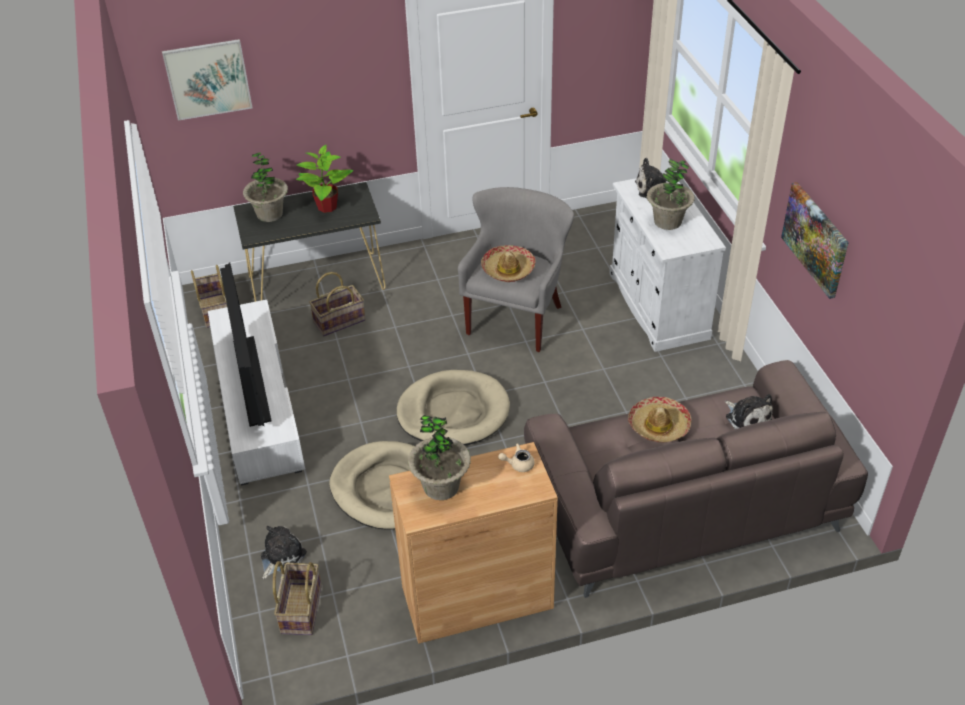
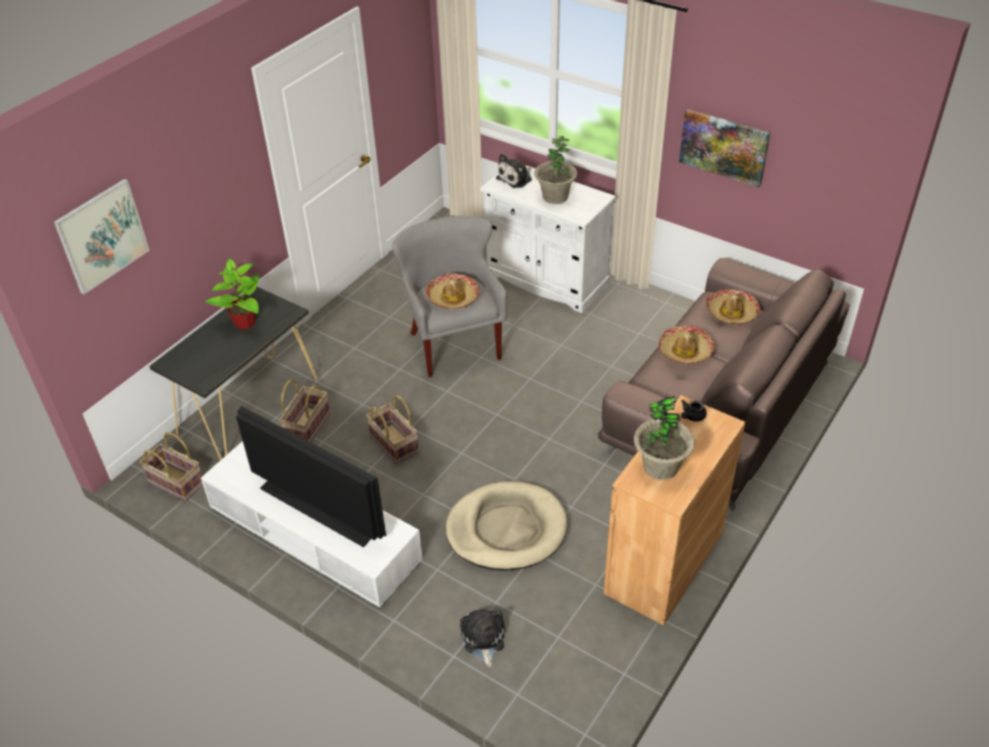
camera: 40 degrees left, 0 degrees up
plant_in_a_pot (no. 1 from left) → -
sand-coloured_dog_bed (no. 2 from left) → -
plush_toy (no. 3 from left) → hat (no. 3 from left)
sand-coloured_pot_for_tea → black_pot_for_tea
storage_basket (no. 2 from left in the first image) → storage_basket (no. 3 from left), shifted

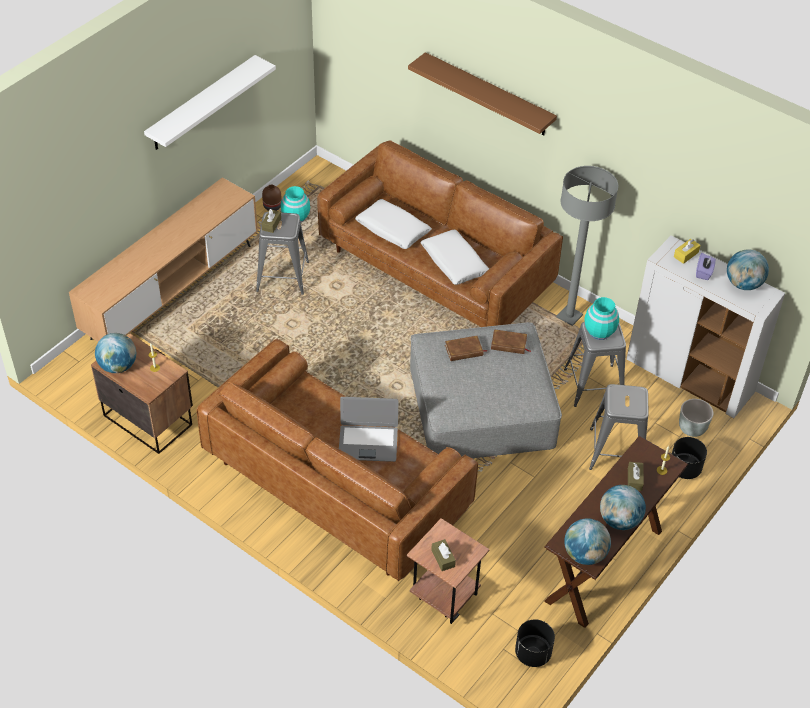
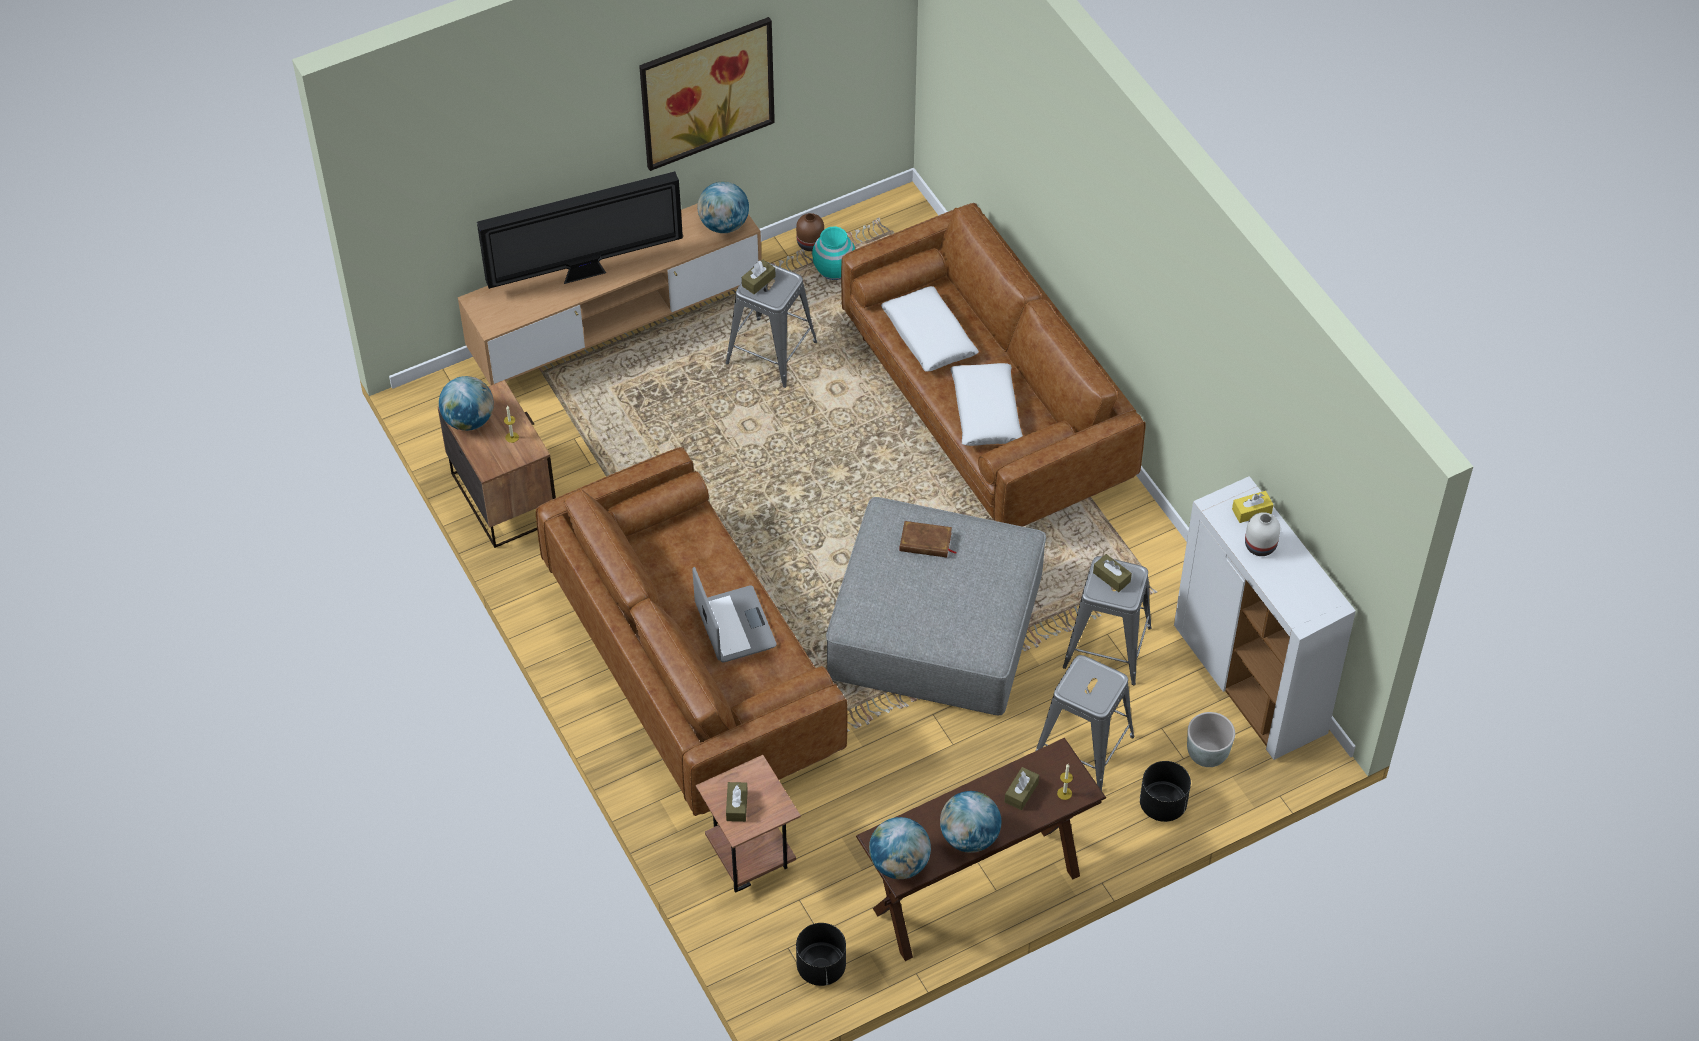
camera: 25 degrees right, 5 degrees up
brownish_wall_shelf → -
white_wall_shelf → wall_art
grey_standing_lamp → -
globe (no. 4 from left in the first image) → globe (no. 2 from left), shifted
purple-coloured_tissue_holder → white_vase
turquoise_vase (no. 2 from left) → brownish_tissue_holder (no. 4 from left)
brownish_bound_book (no. 2 from left) → -
notebook_computer, 135 degrees counterclockwise
- → TV_set

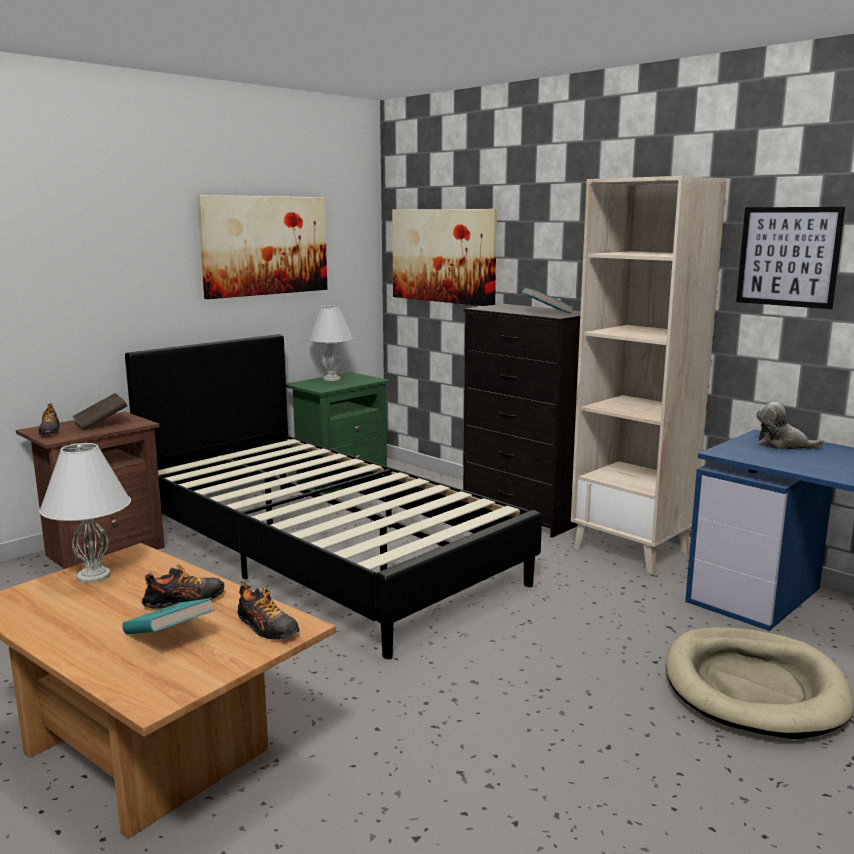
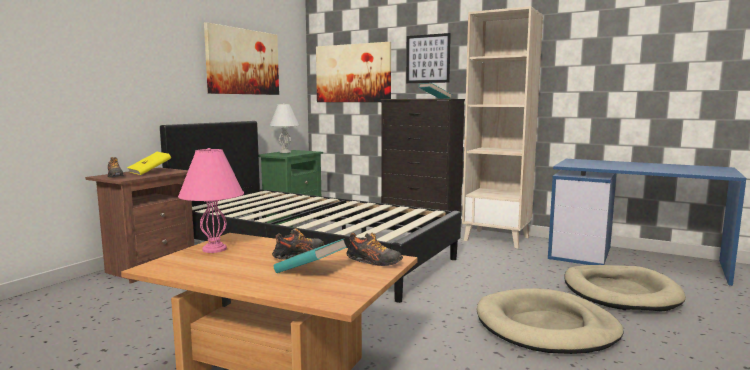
camera: 15 degrees left, 5 degrees down
wall_art (no. 3 from left), shifted
brownish_bound_book → yellow_bound_book
plush_toy → -
white_tabletop_lamp (no. 1 from left) → pink-coloured_tabletop_lamp
- → sand-coloured_dog_bed (no. 1 from left)

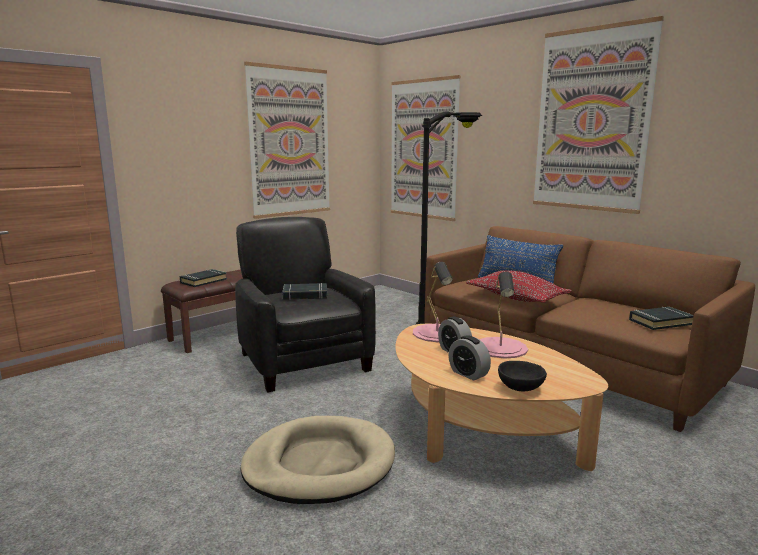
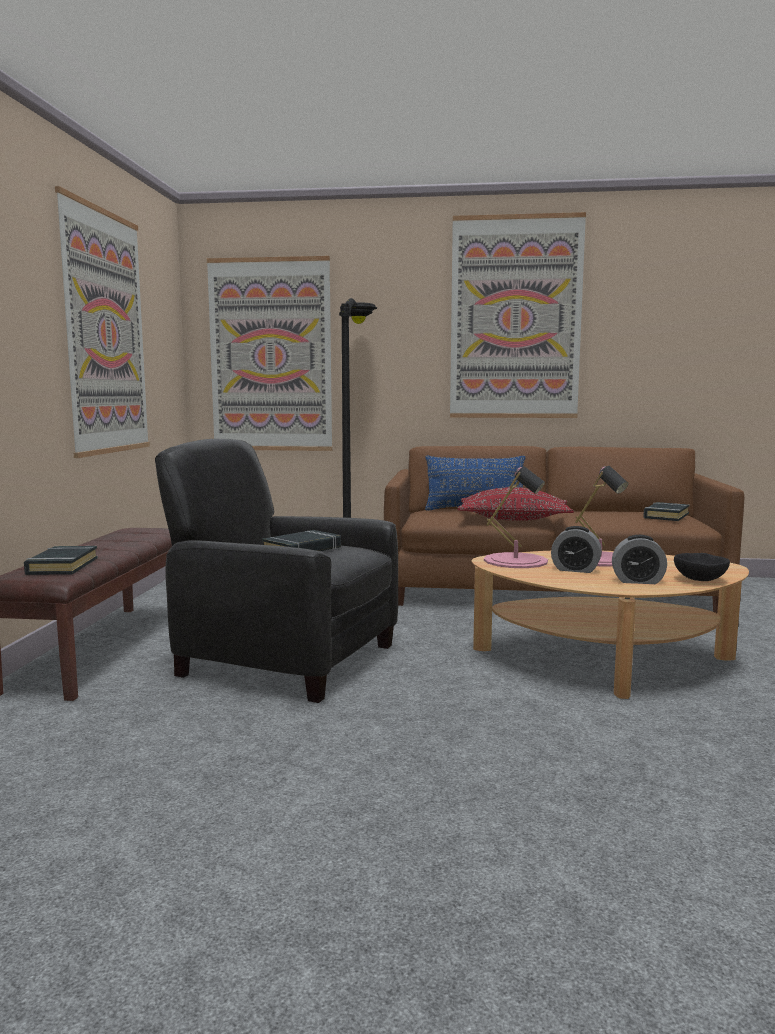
camera: 40 degrees left, 5 degrees down
sand-coloured_dog_bed → -

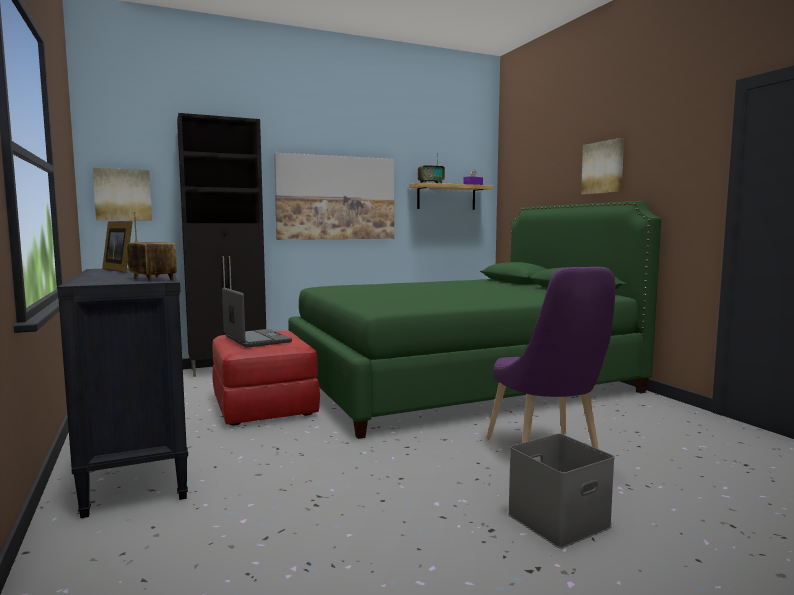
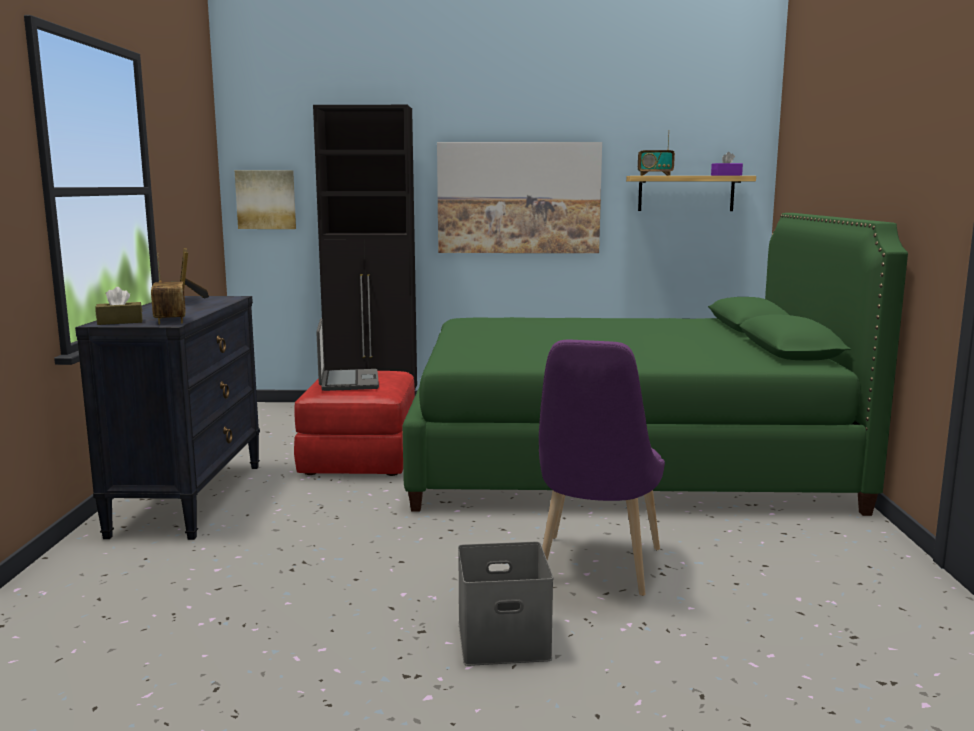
camera: 25 degrees right, 5 degrees up
wall_art (no. 3 from left) → -
- → brownish_tissue_holder

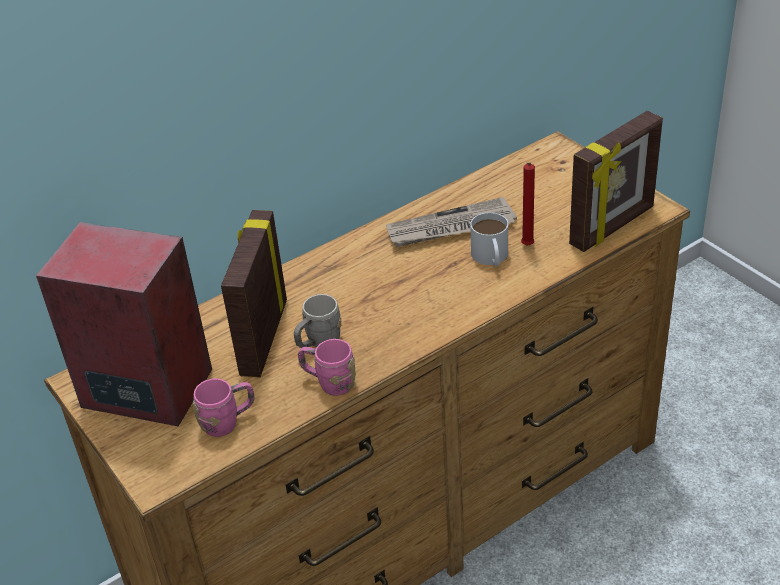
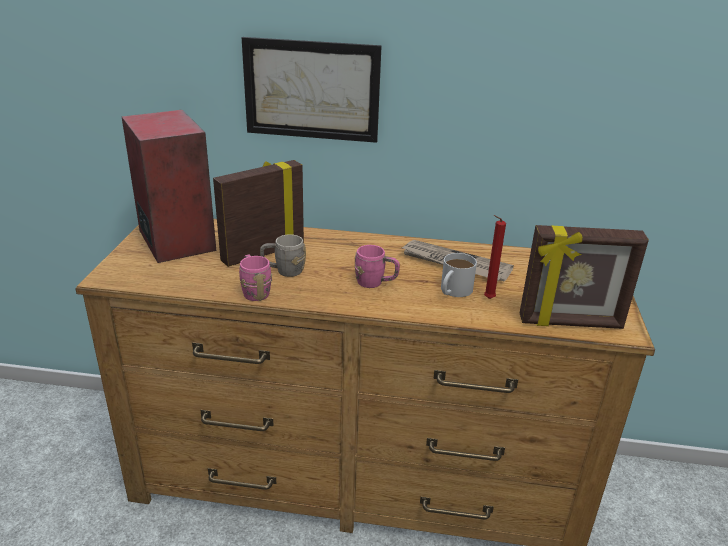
camera: 40 degrees right, 10 degrees down
pink-coloured_coffee_mug (no. 1 from left in the first image) → pink-coloured_coffee_mug (no. 2 from left), shifted
- → wall_art

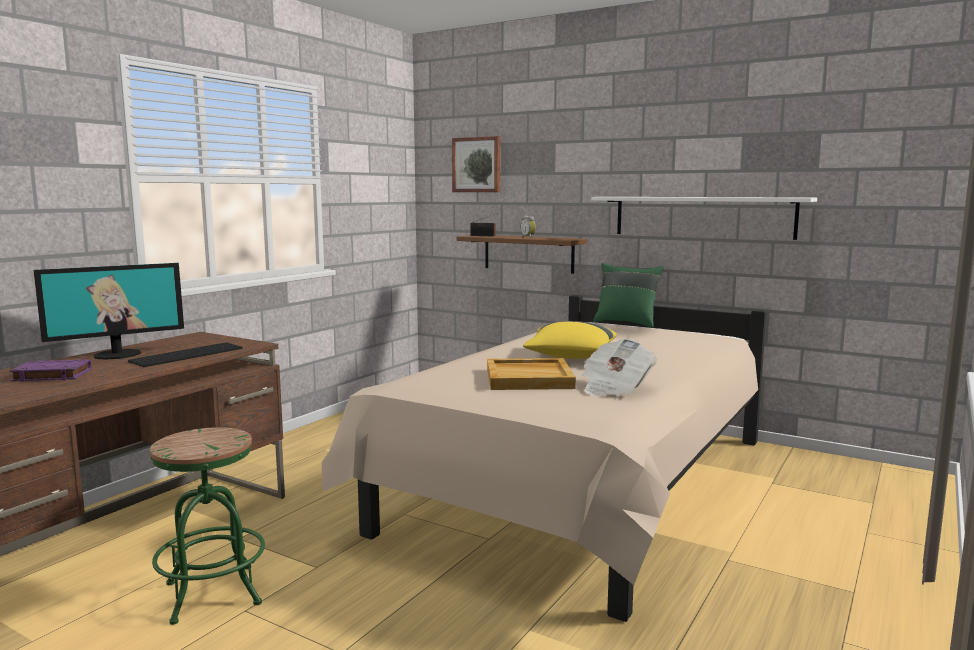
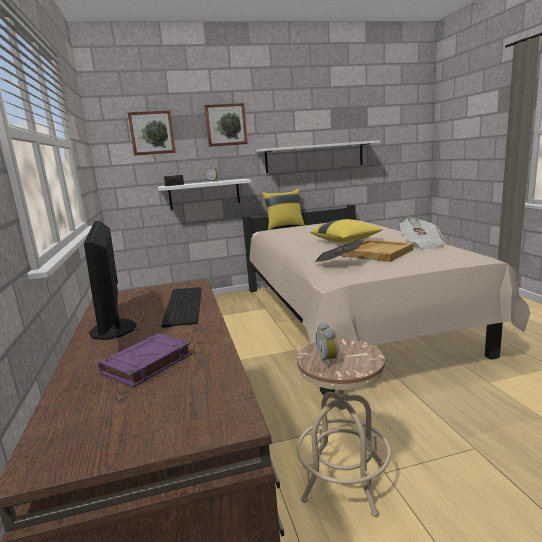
camera: 45 degrees left, 5 degrees up
brownish_wall_shelf → white_wall_shelf (no. 1 from left)
computer_display, 150 degrees clockwise
green-coloured_pillow → yellow_pillow (no. 1 from left)
green-coloured_stool → sand-coloured_stool
- → wall_art (no. 2 from left)
- → newspaper (no. 1 from left)
- → alarm_clock (no. 2 from left)

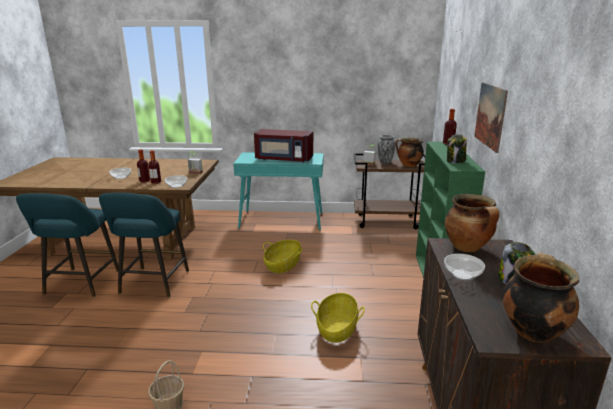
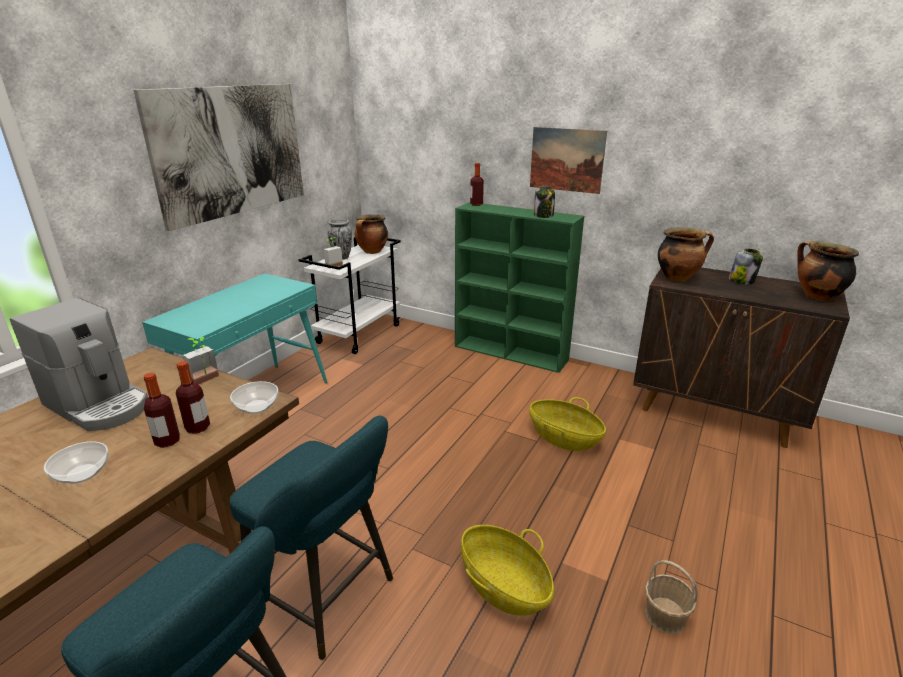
camera: 65 degrees left, 5 degrees up
red_kitchen_microwave → -
brownish_cart → white_cart
storage_basket (no. 2 from left in the first image) → storage_basket (no. 1 from left), shifted
deep_dish (no. 3 from left) → -
- → wall_art (no. 1 from left)
- → coffee_brewer

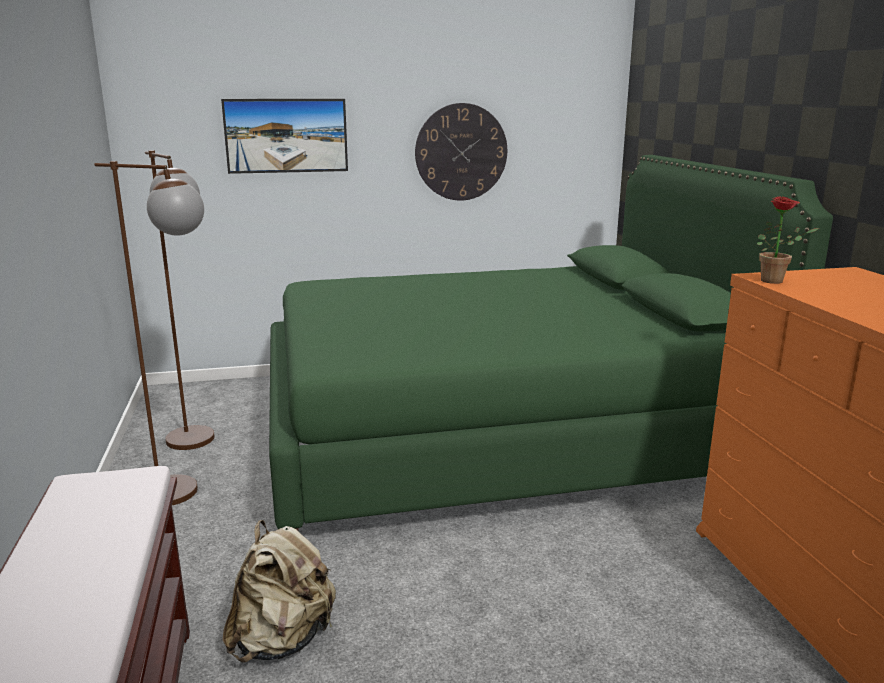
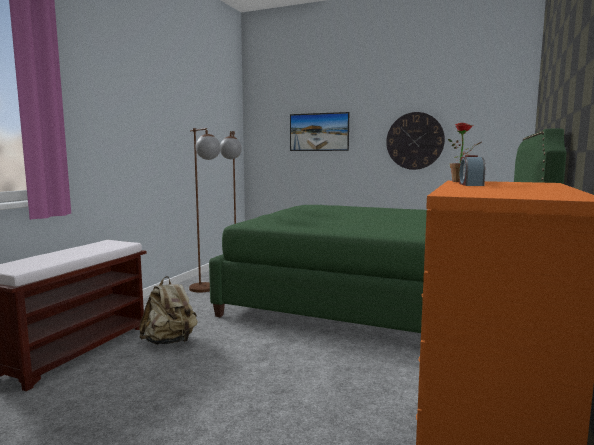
camera: 35 degrees right, 10 degrees down
- → alarm_clock

